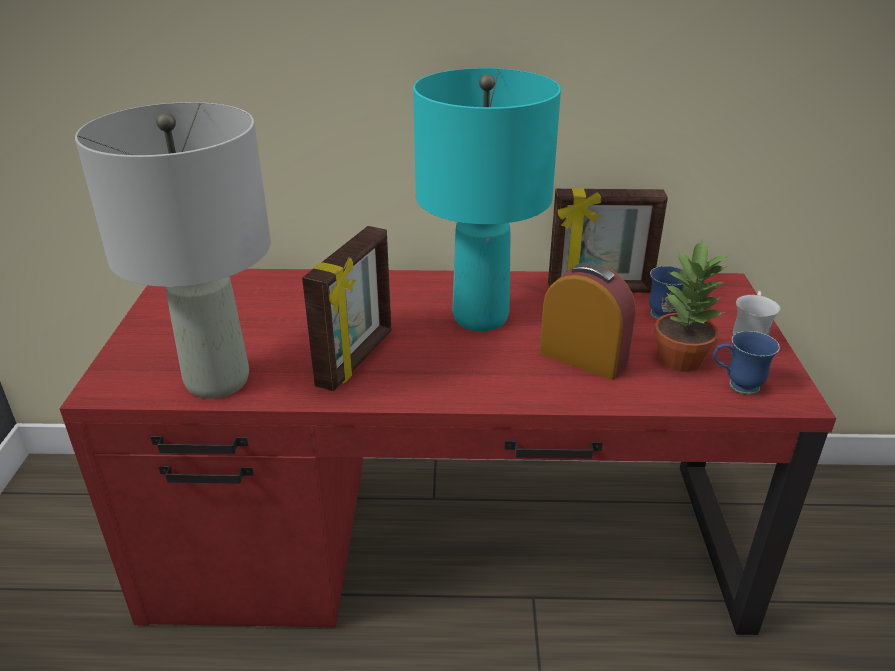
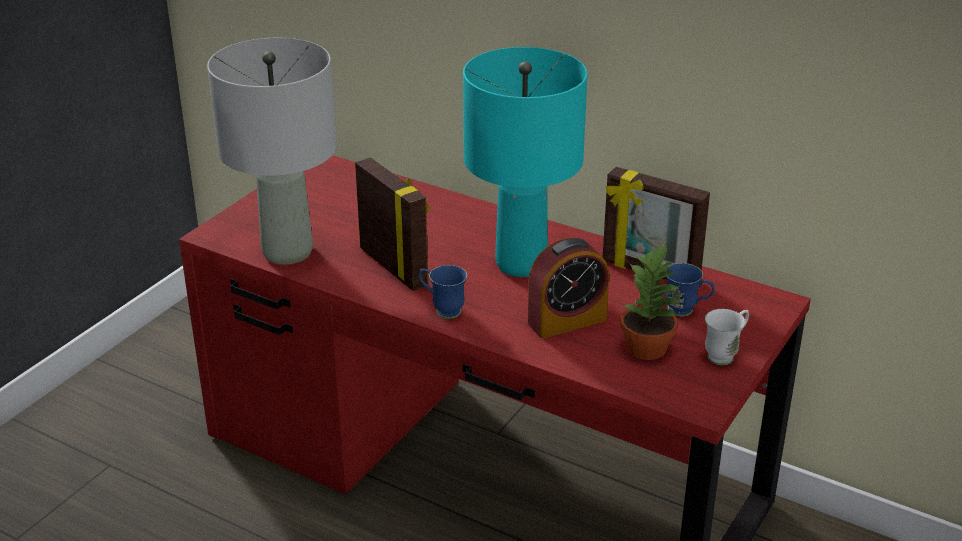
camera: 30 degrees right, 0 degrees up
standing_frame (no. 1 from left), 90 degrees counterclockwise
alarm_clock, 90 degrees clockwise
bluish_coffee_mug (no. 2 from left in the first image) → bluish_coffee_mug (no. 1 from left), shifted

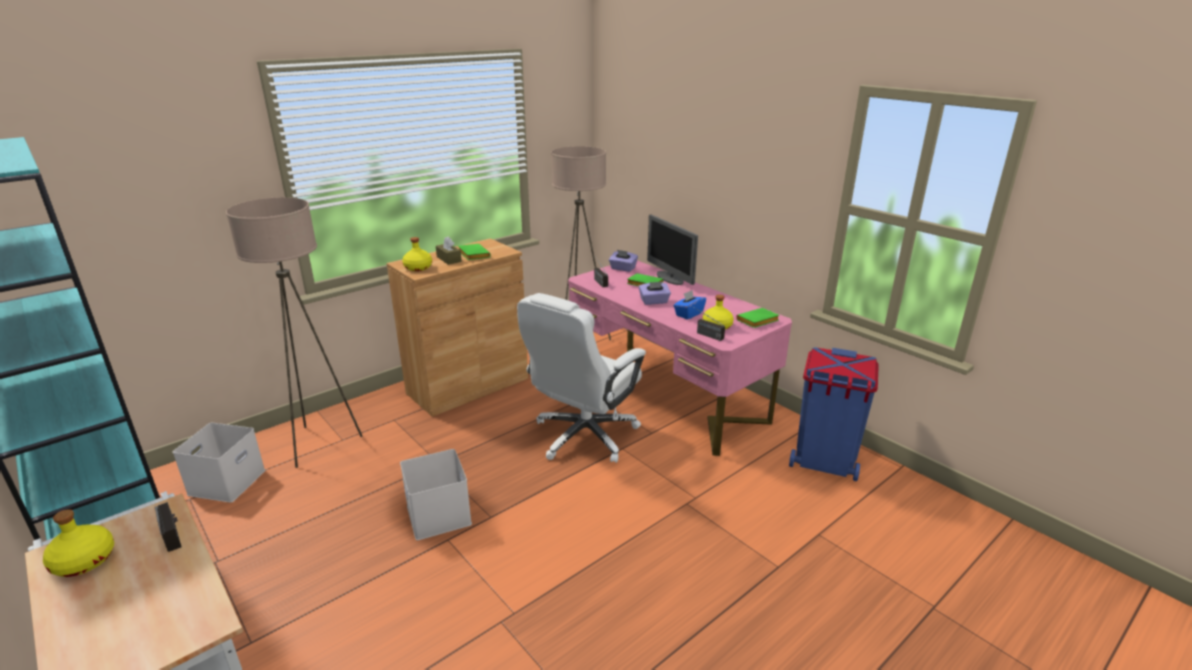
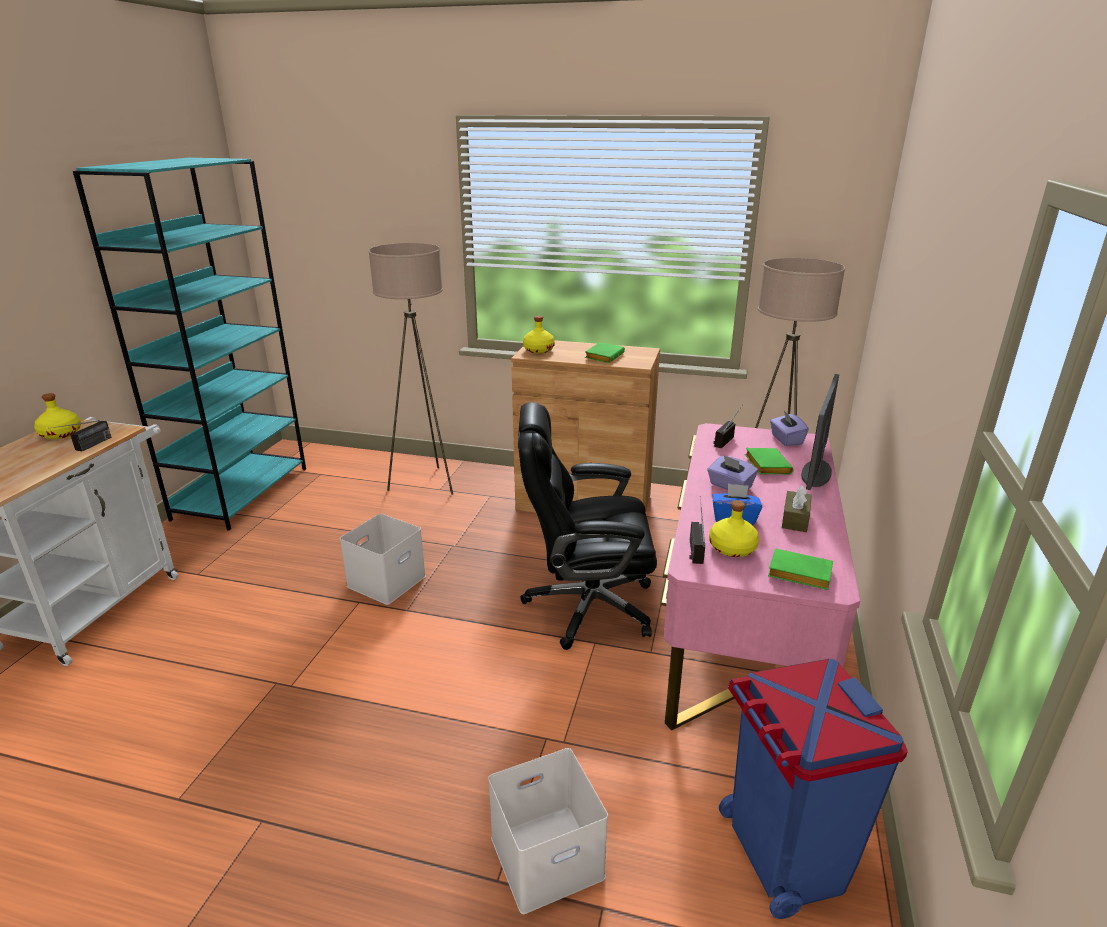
camera: 55 degrees right, 0 degrees up
brownish_tissue_holder, shifted
white_office_chair → black_office_chair
white_storage_bin (no. 1 from left in the first image) → white_storage_bin (no. 2 from left), shifted

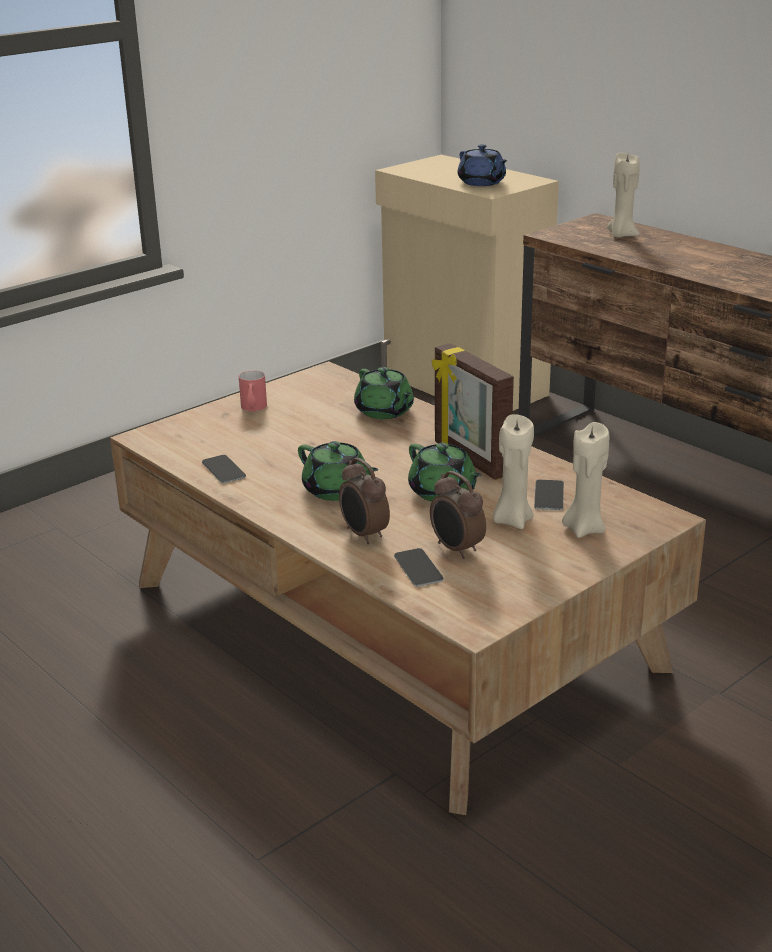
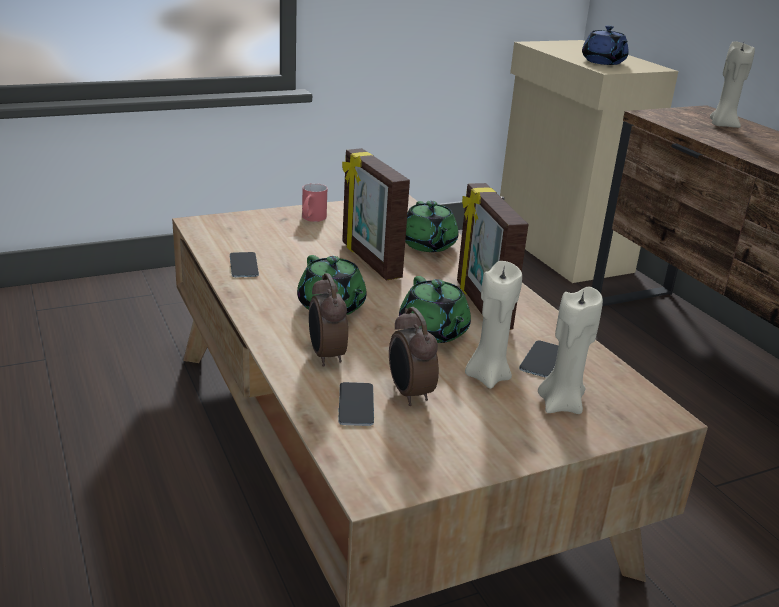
camera: 15 degrees right, 0 degrees up
- → standing_frame (no. 1 from left)

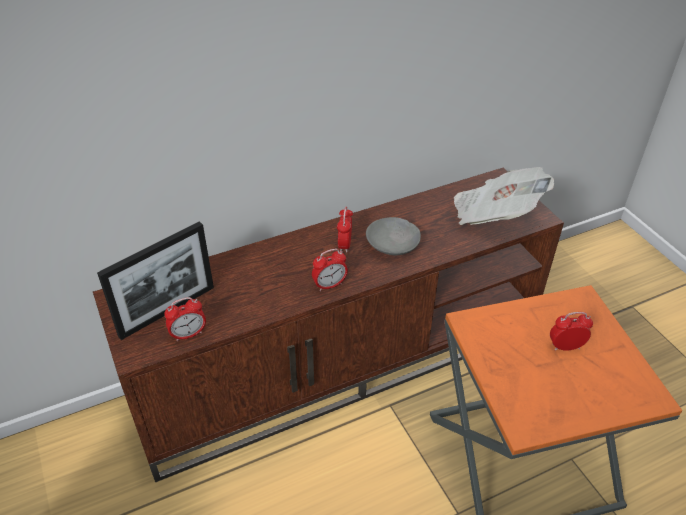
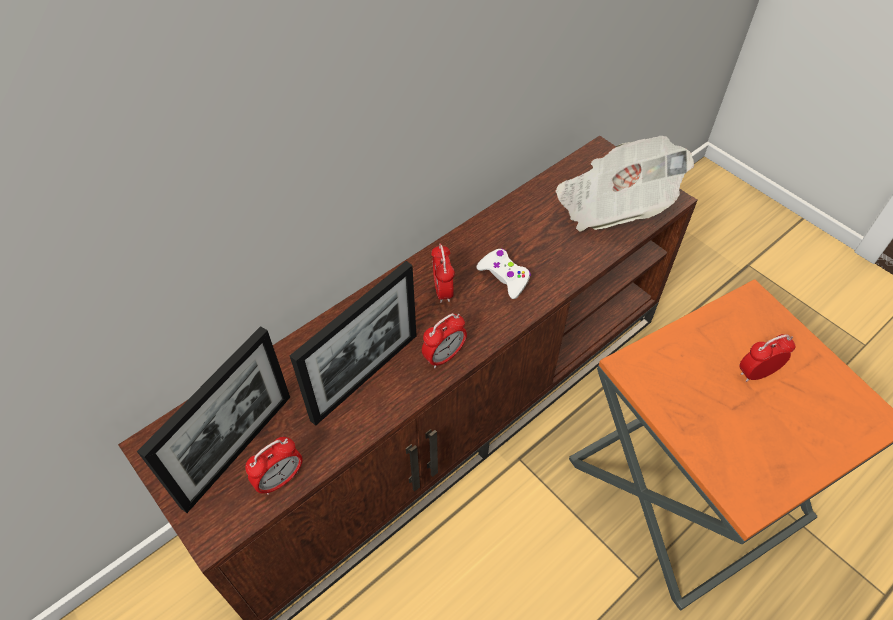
camera: 15 degrees left, 10 degrees up
grey_deep_dish → white_gamepad
- → standing_frame (no. 2 from left)

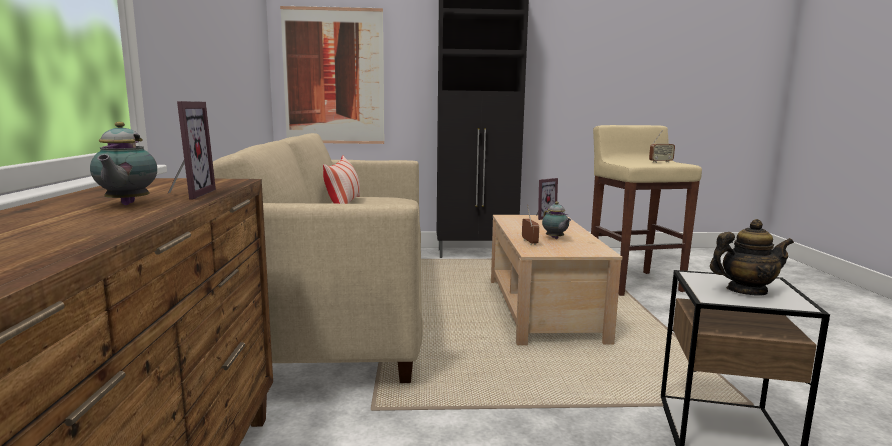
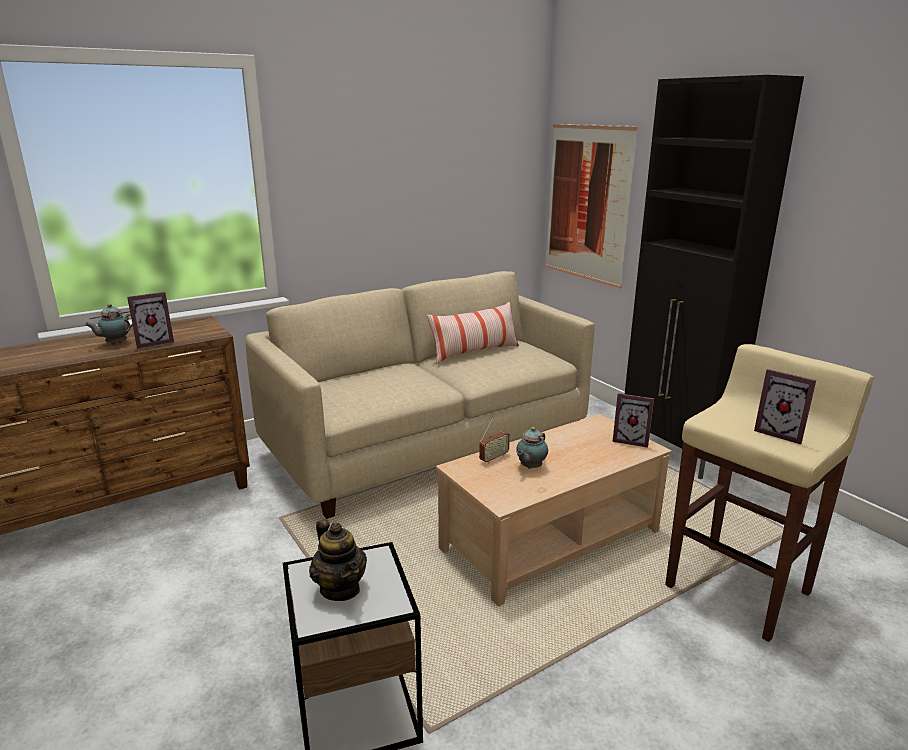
camera: 60 degrees right, 10 degrees up
radio_receiver (no. 2 from left) → standing_frame (no. 3 from left)

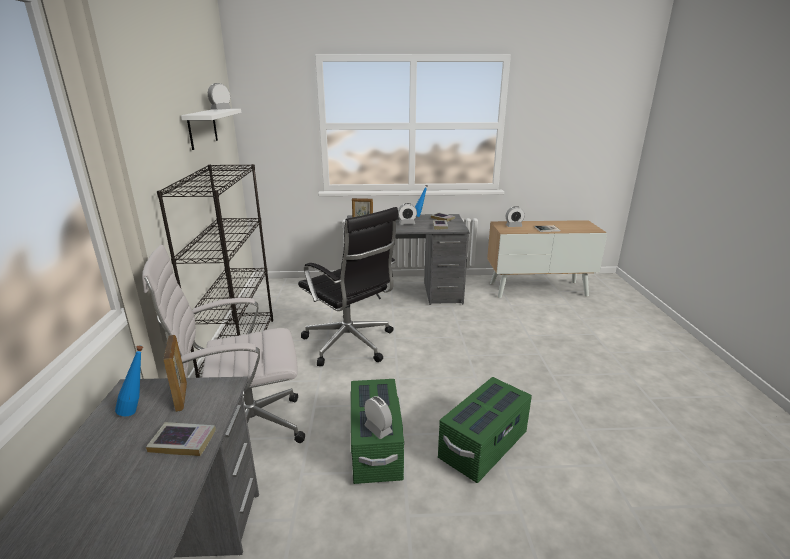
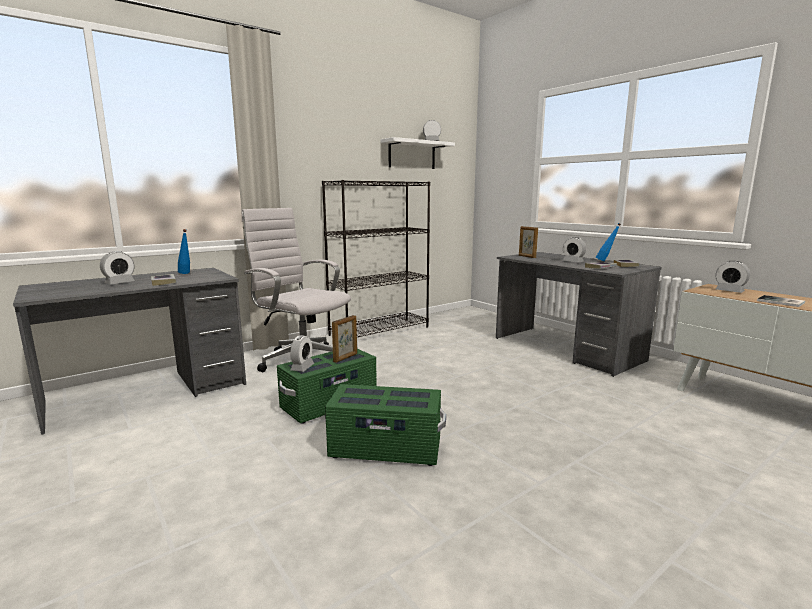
camera: 55 degrees right, 10 degrees down
black_office_chair → -
standing_frame (no. 1 from left), shifted
- → alarm_clock (no. 1 from left)

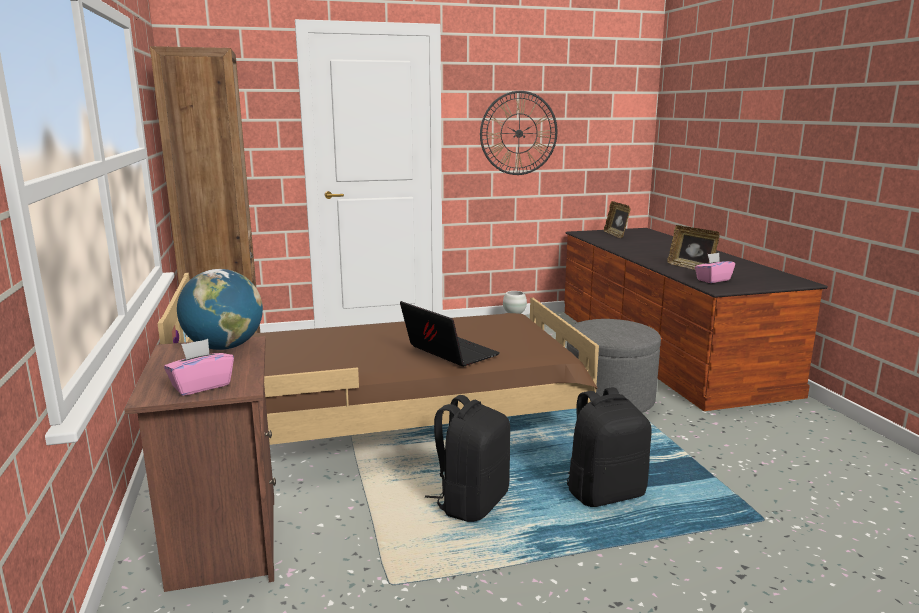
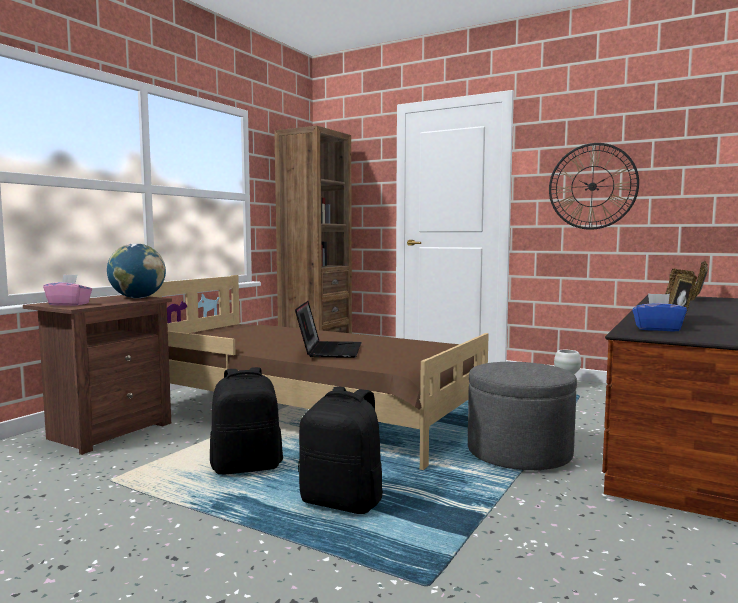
camera: 45 degrees right, 10 degrees down
pink-coloured_tissue_holder (no. 2 from left) → bluish_tissue_holder

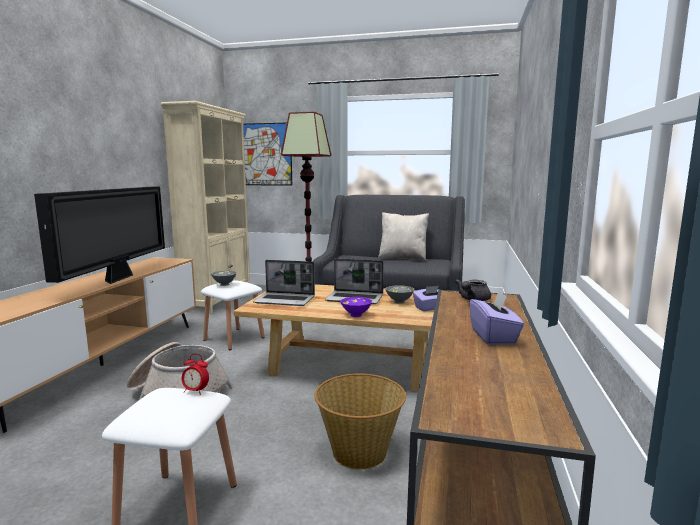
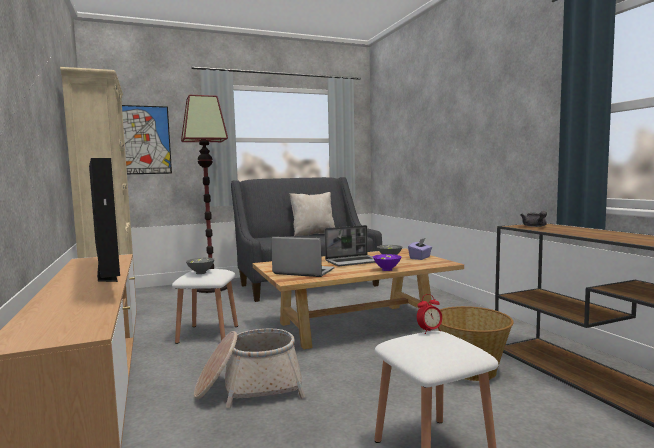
camera: 35 degrees left, 5 degrees down
notebook_computer (no. 1 from left), 135 degrees counterclockwise
purple-coloured_tissue_holder (no. 2 from left) → -

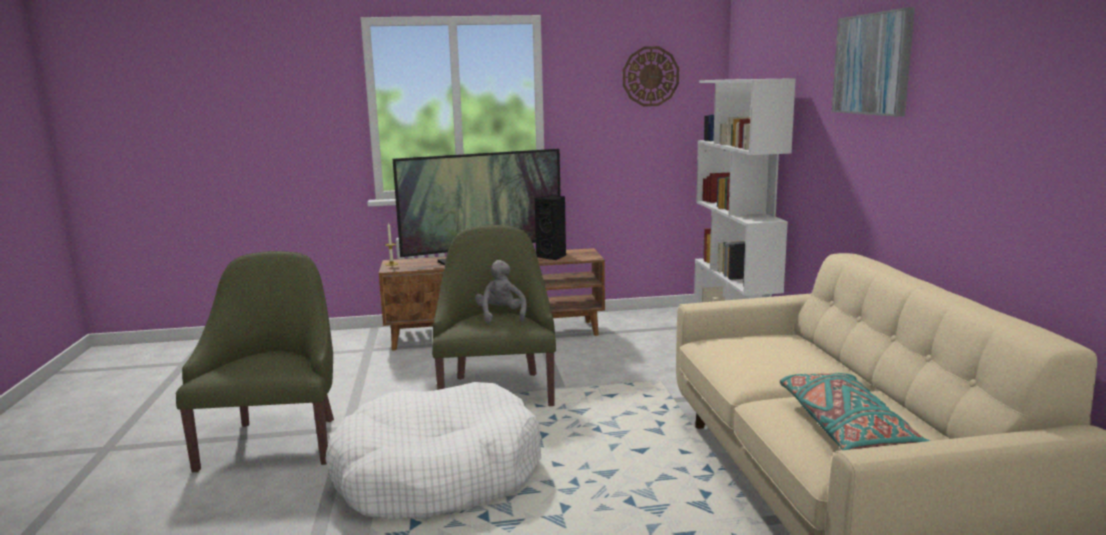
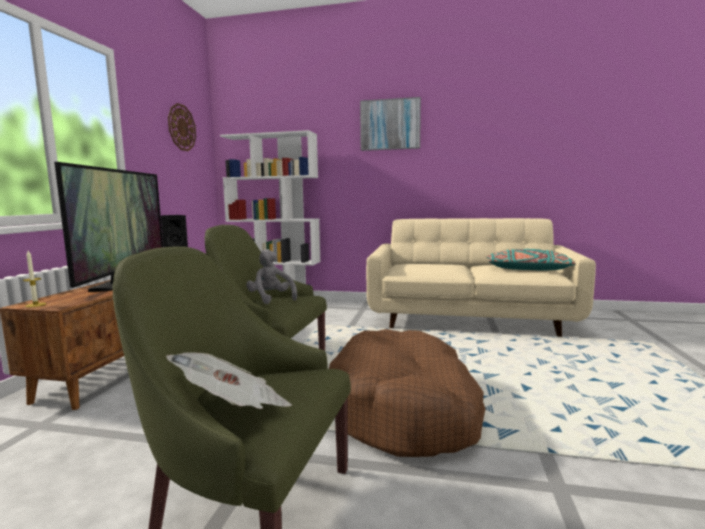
camera: 70 degrees left, 5 degrees down
grey_plush_toy, 45 degrees clockwise
white_dog_bed → brownish_dog_bed
- → newspaper

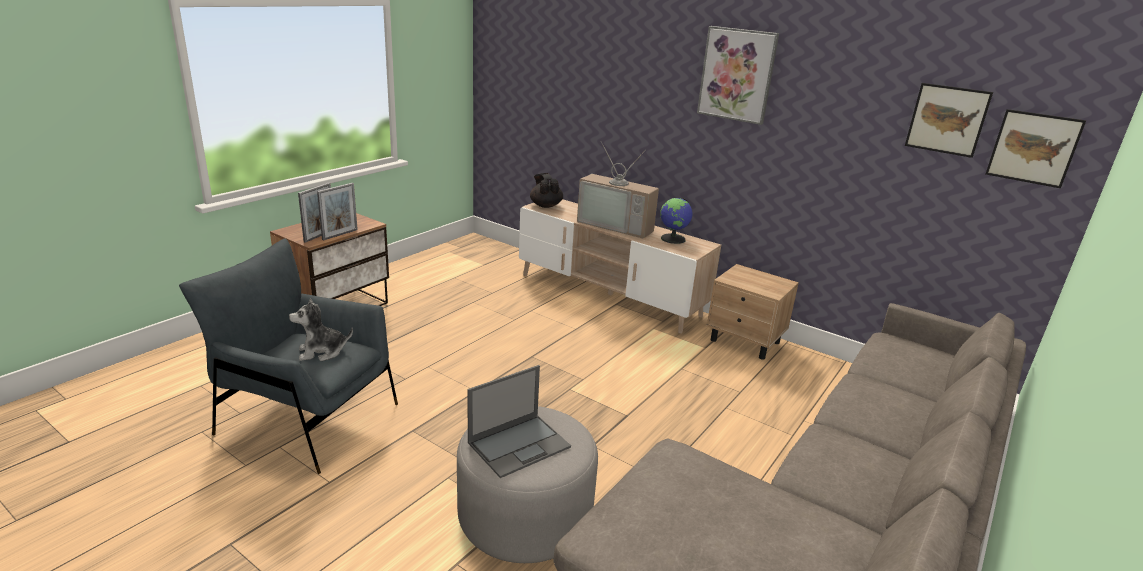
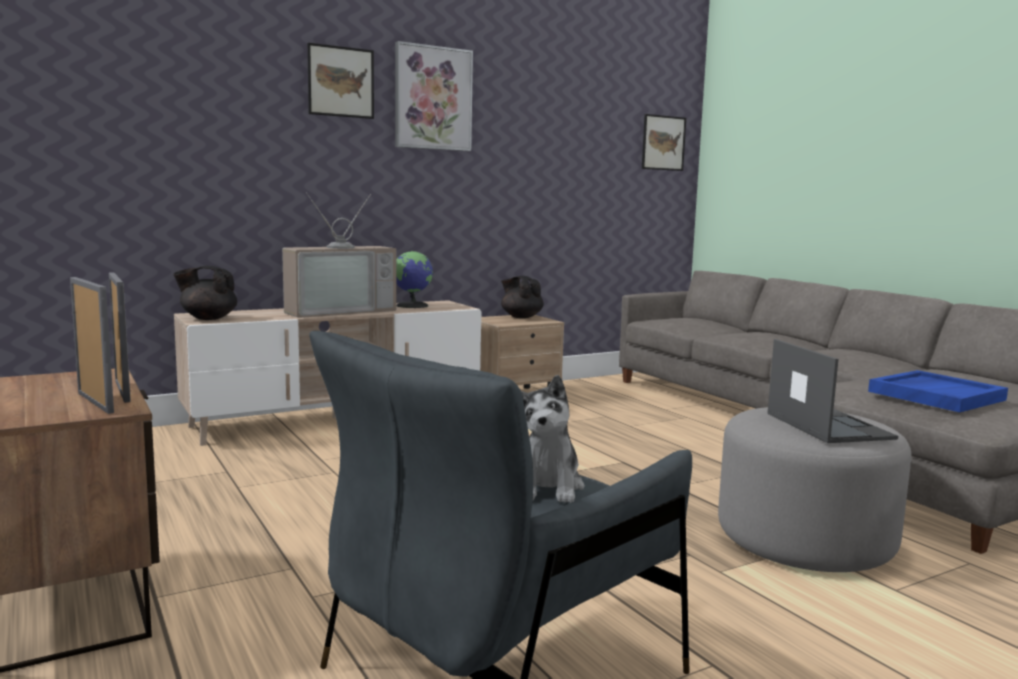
camera: 65 degrees left, 15 degrees down
wall_art (no. 2 from left in the first image) → wall_art (no. 1 from left), shifted
- → black_pot_for_tea (no. 2 from left)
- → bluish_tray

